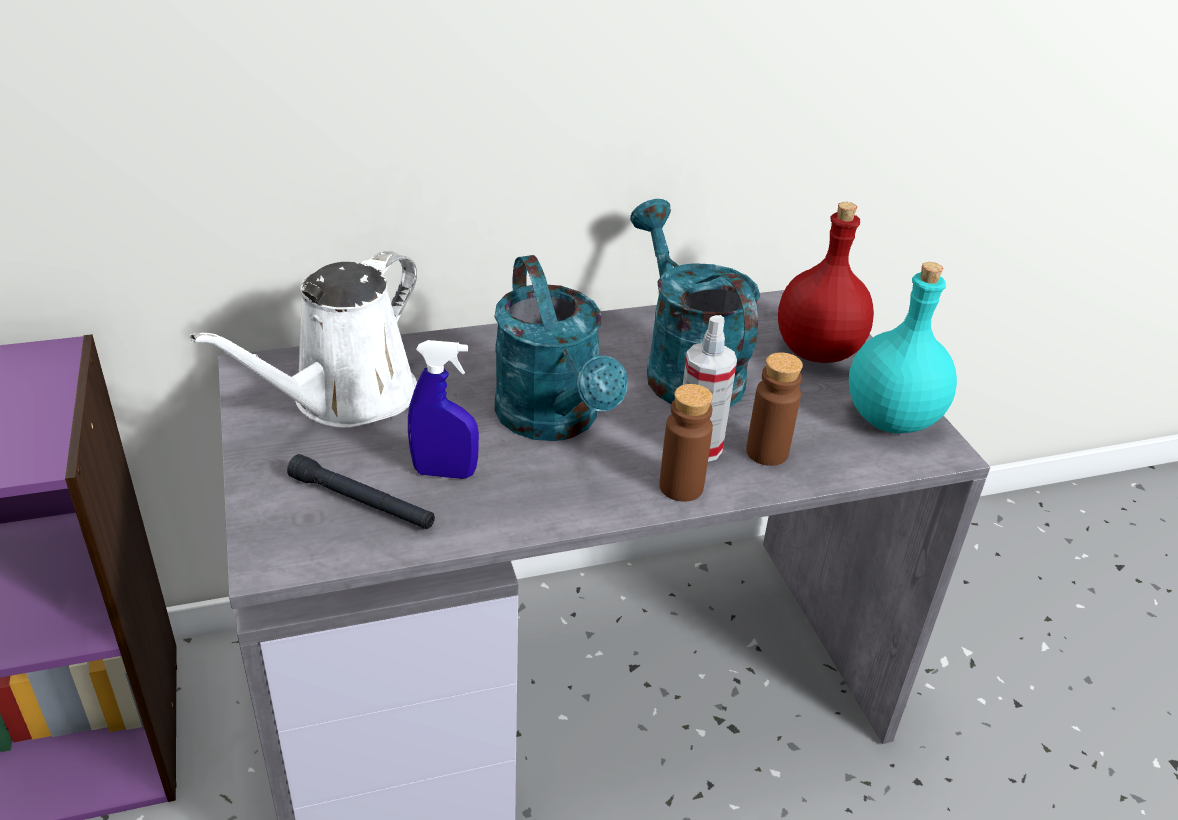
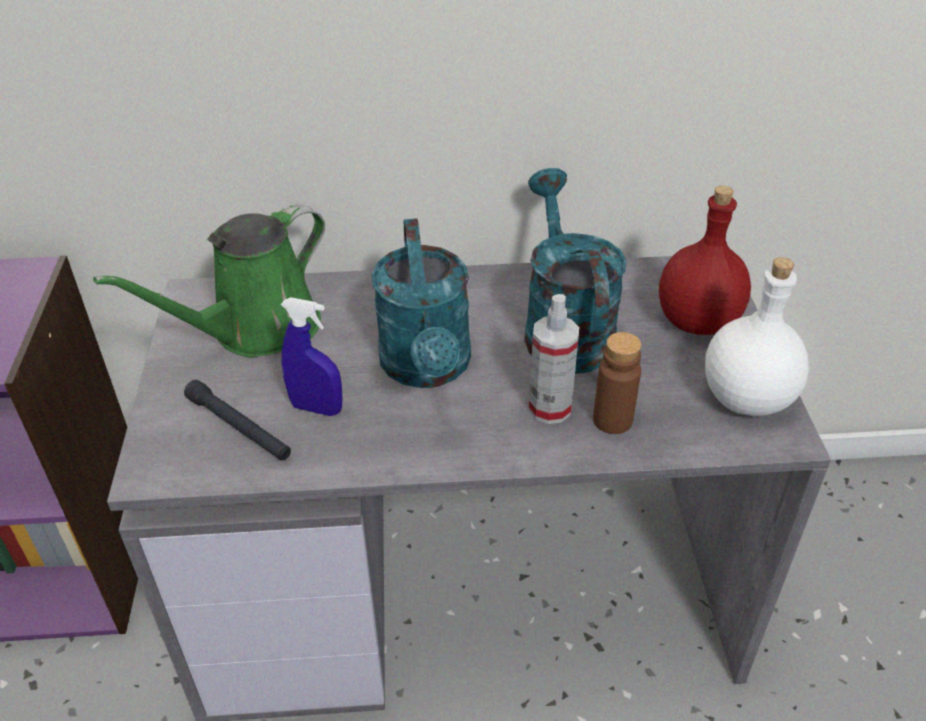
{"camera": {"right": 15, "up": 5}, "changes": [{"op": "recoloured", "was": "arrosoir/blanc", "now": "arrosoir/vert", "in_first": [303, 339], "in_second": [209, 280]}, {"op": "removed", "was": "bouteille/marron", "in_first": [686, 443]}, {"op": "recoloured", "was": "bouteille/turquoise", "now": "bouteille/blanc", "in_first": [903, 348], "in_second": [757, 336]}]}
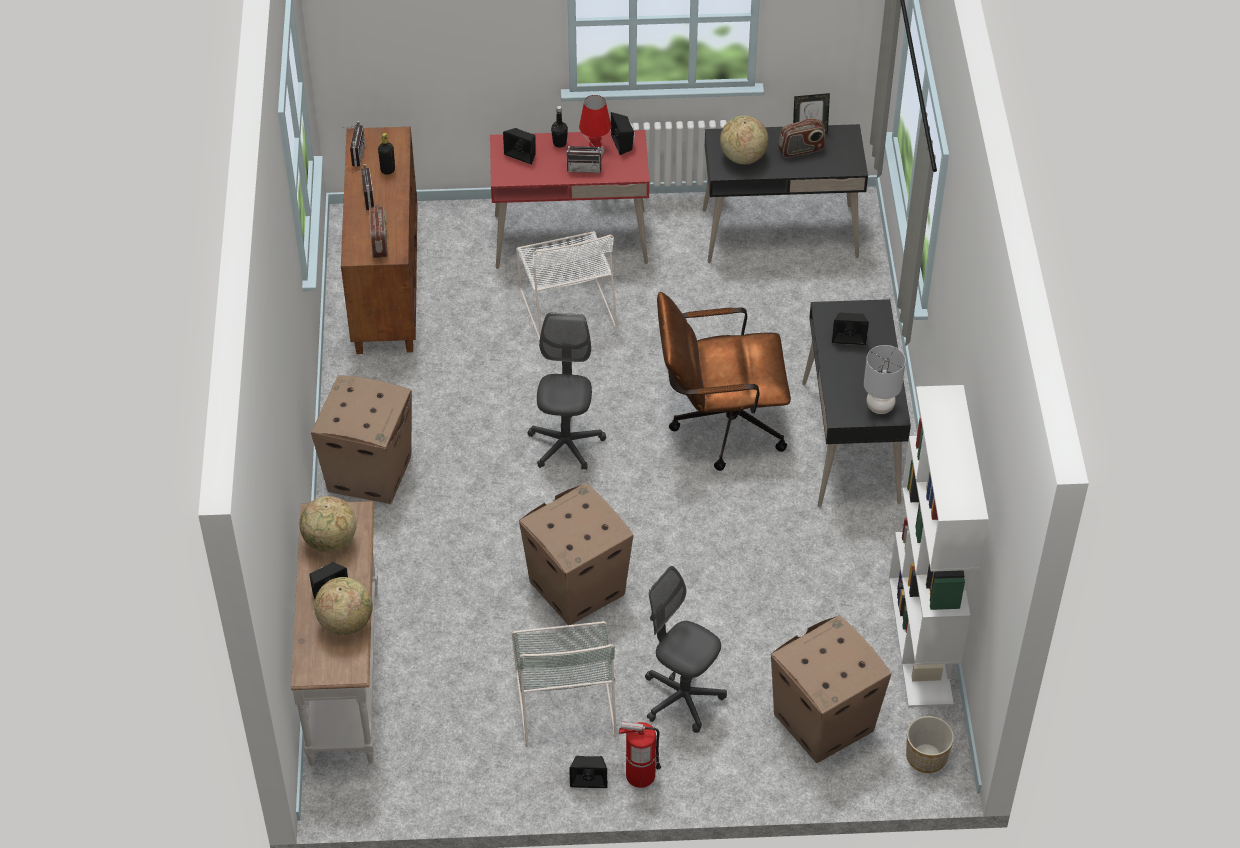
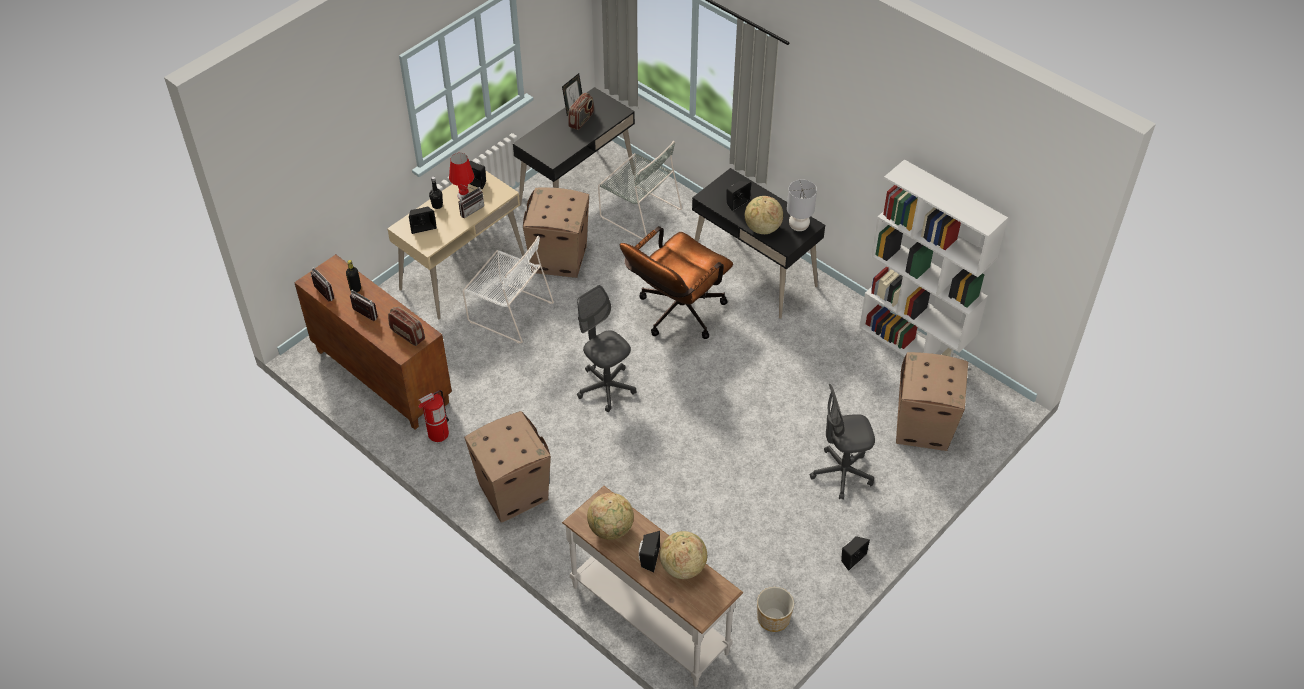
{"camera": {"right": -45, "up": 0}, "changes": [{"op": "recoloured", "was": "bureau/rouge", "now": "bureau/beige", "in_first": [569, 199], "in_second": [455, 244]}, {"op": "moved", "was": "chaise/gris", "in_first": [564, 684], "in_second": [640, 190]}, {"op": "moved", "was": "carton", "in_first": [576, 554], "in_second": [556, 233]}, {"op": "moved", "was": "extincteur", "in_first": [640, 754], "in_second": [433, 416]}, {"op": "moved", "was": "globe", "in_first": [744, 140], "in_second": [764, 215]}, {"op": "moved", "was": "cache-pot", "in_first": [930, 744], "in_second": [775, 609]}]}
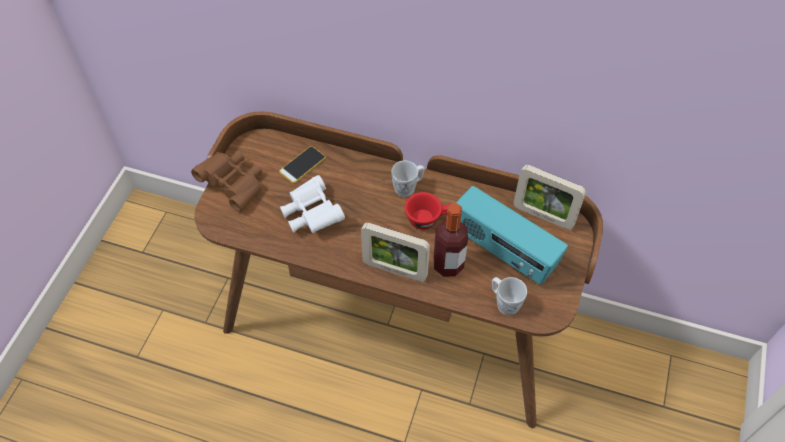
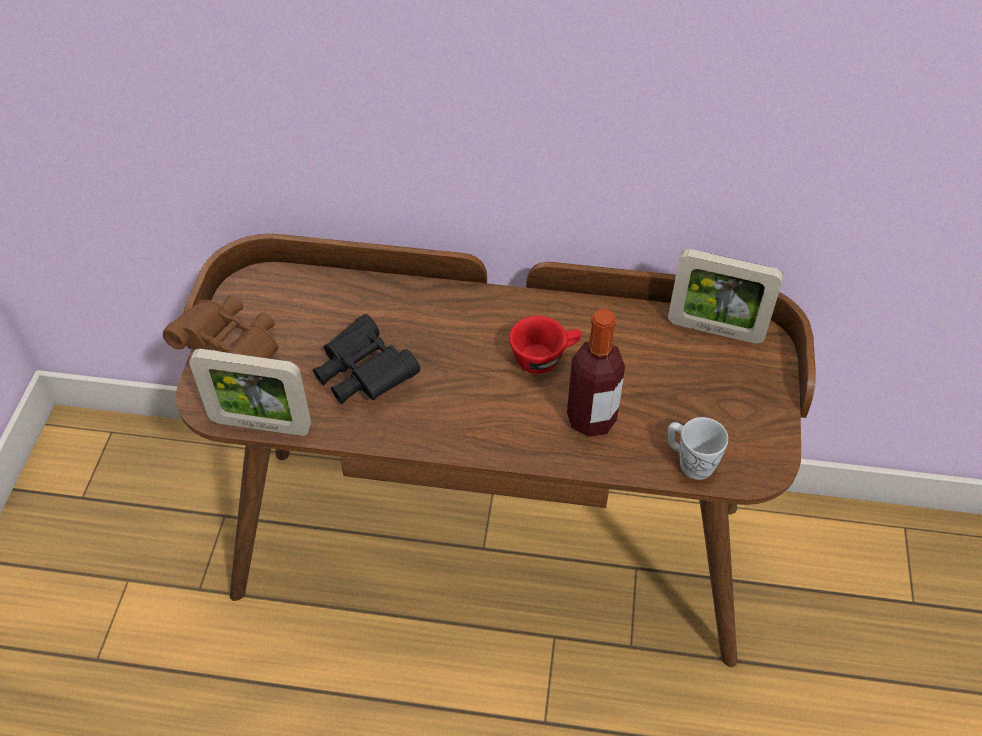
{"camera": {"right": -10, "up": -5}, "changes": [{"op": "removed", "was": "téléphone", "in_first": [302, 164]}, {"op": "recoloured", "was": "jumelles/blanc", "now": "jumelles/noir", "in_first": [312, 204], "in_second": [366, 359]}, {"op": "moved", "was": "cadre photo", "in_first": [395, 252], "in_second": [250, 392]}, {"op": "removed", "was": "mug/blanc", "in_first": [408, 178]}, {"op": "removed", "was": "radio", "in_first": [512, 235]}]}
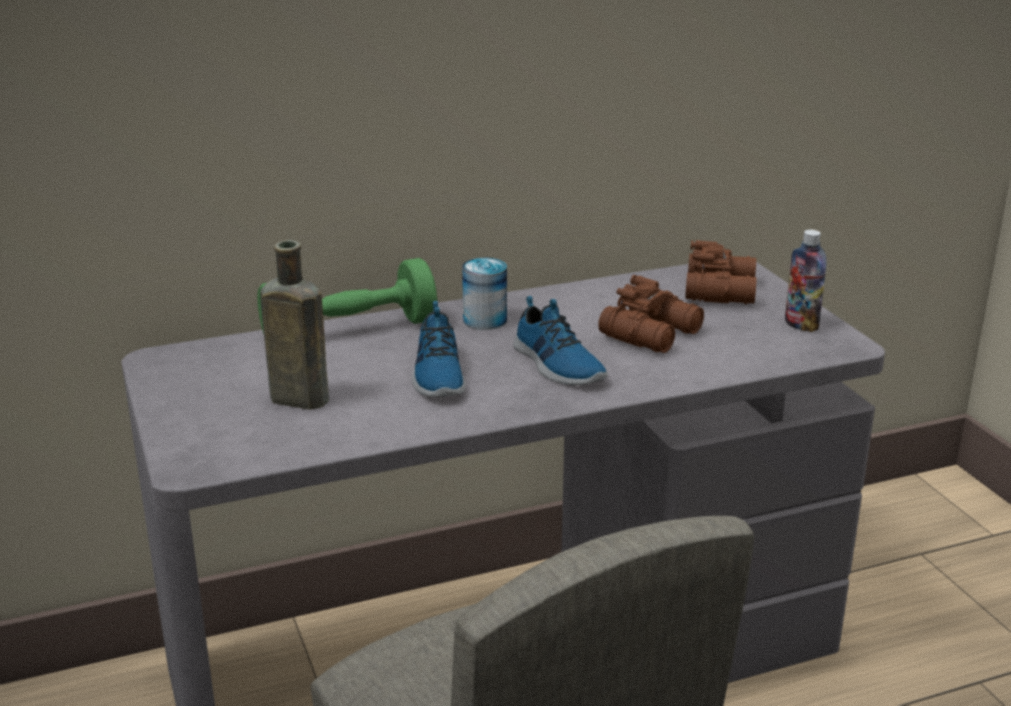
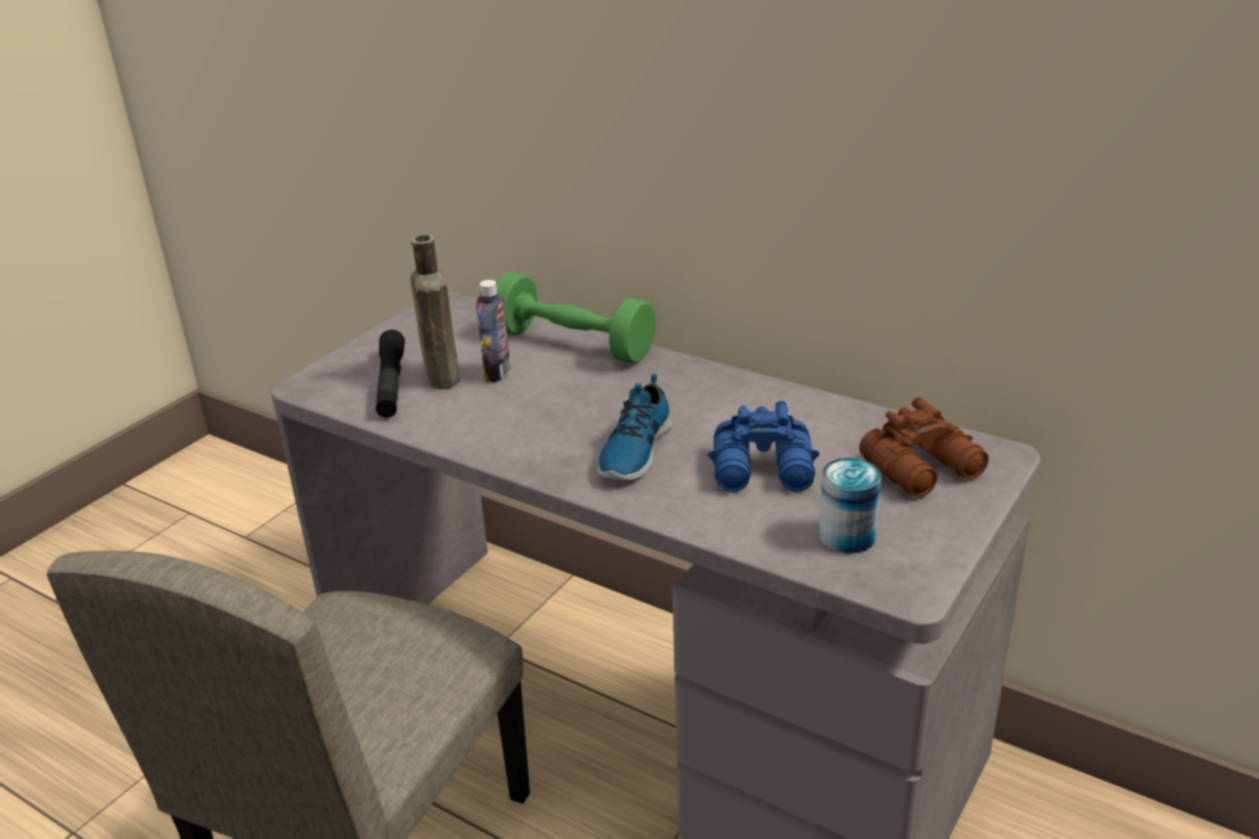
{"camera": {"right": 55, "up": 5}, "changes": [{"op": "removed", "was": "chaussure", "in_first": [439, 349]}, {"op": "moved", "was": "boîte métallique", "in_first": [484, 294], "in_second": [850, 506]}, {"op": "recoloured", "was": "jumelles/marron", "now": "jumelles/bleu", "in_first": [651, 314], "in_second": [763, 446]}, {"op": "moved", "was": "bouteille", "in_first": [805, 281], "in_second": [493, 331]}, {"op": "added", "now": "lampe de poche/noir", "in_second": [390, 374]}]}
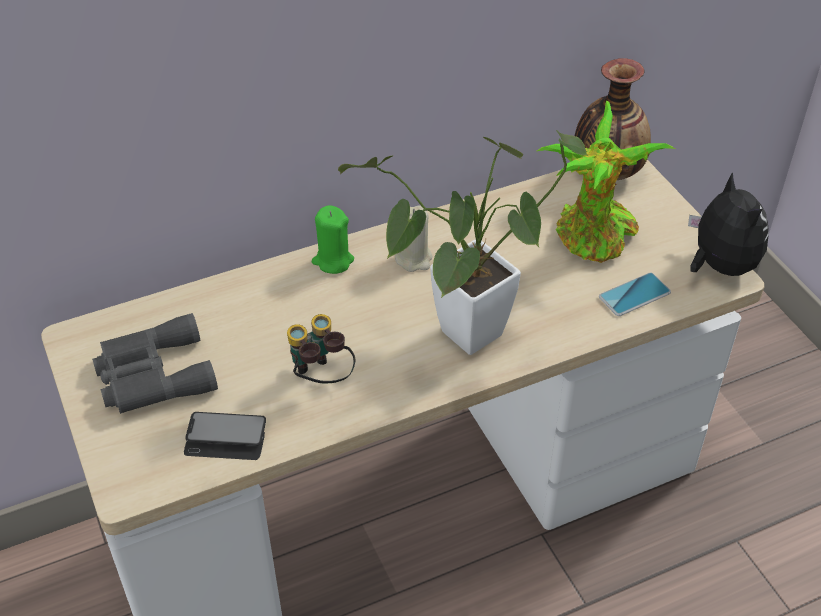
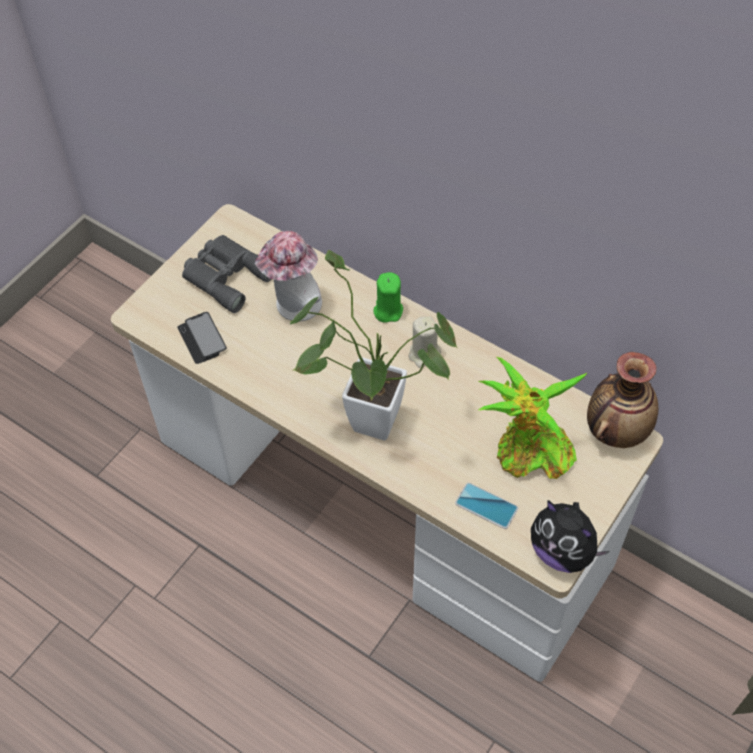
{"camera": {"right": 60, "up": 10}, "changes": [{"op": "removed", "was": "jumelles", "in_first": [321, 348]}, {"op": "turned", "was": "peluche", "in_first": [728, 224], "in_second": [570, 536], "clockwise": 90}, {"op": "added", "now": "chapeau", "in_second": [288, 276]}]}
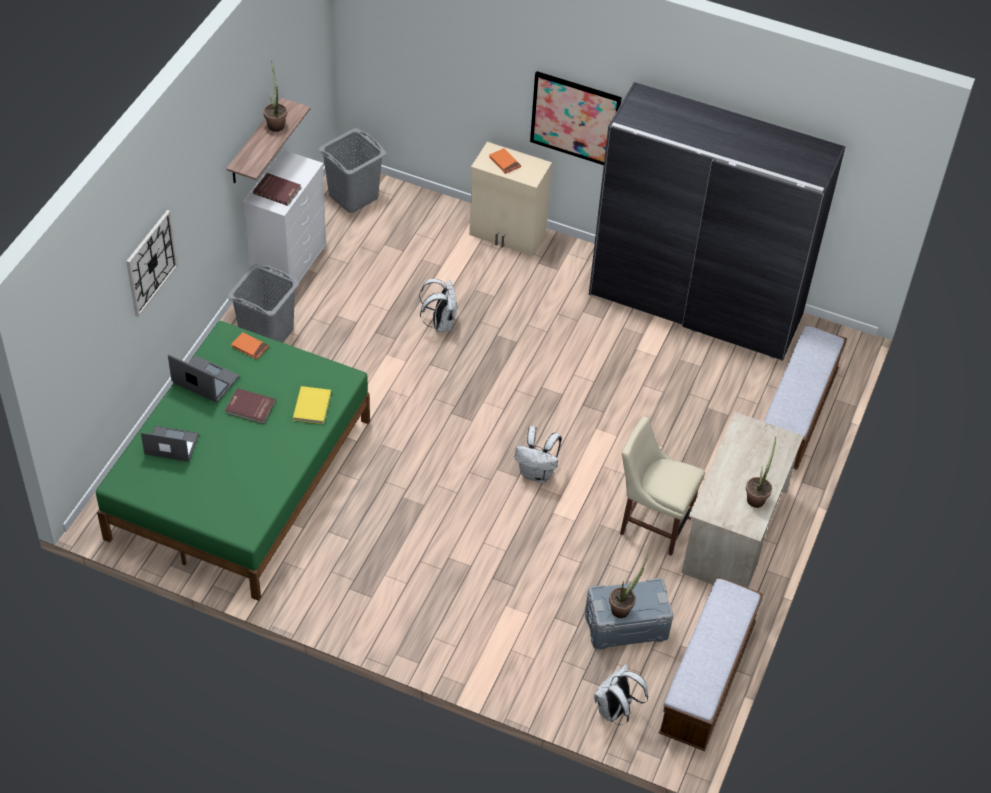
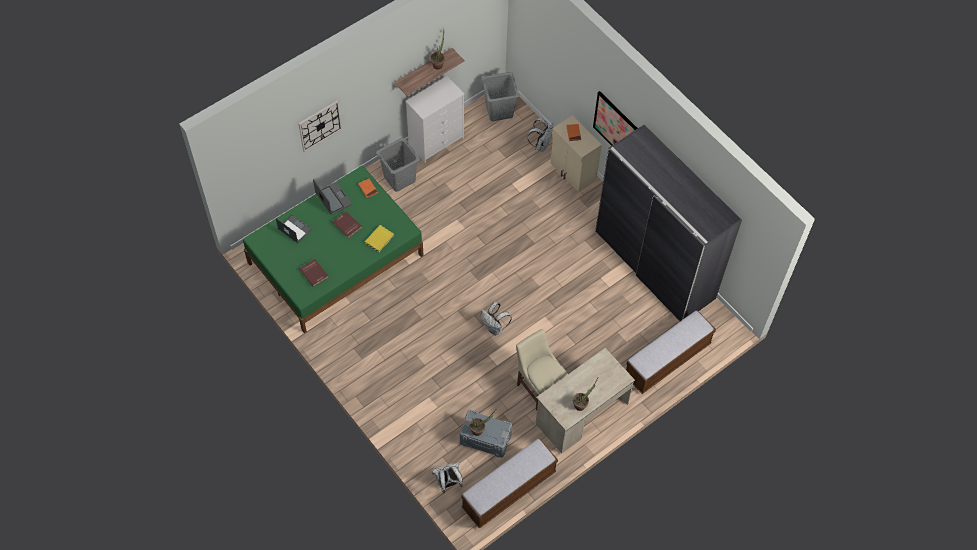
{"camera": {"right": 30, "up": 10}, "changes": [{"op": "moved", "was": "livre/rouge", "in_first": [277, 189], "in_second": [314, 273]}, {"op": "moved", "was": "sac à dos/blanc", "in_first": [438, 305], "in_second": [540, 135]}]}
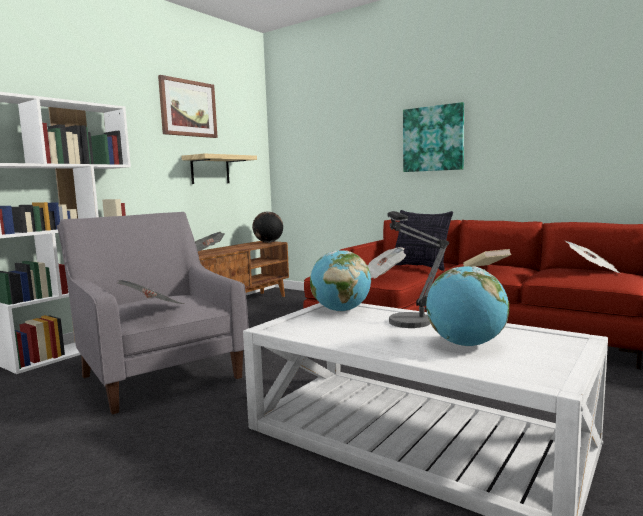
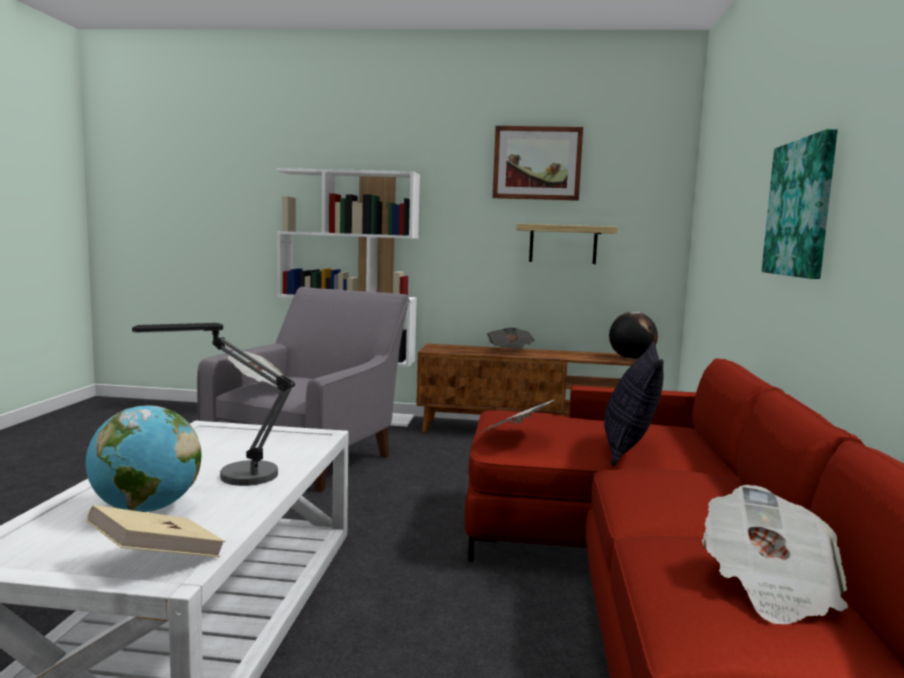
{"camera": {"right": 60, "up": 0}, "changes": [{"op": "removed", "was": "globe", "in_first": [340, 281]}, {"op": "moved", "was": "livre/beige", "in_first": [487, 258], "in_second": [156, 531]}]}
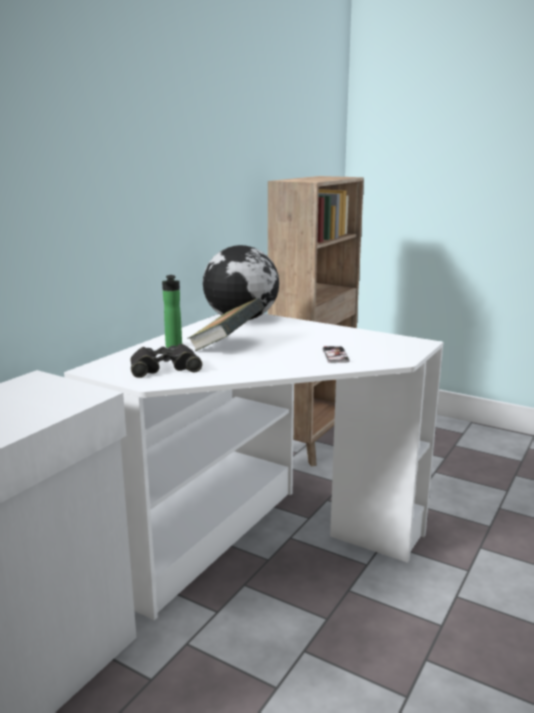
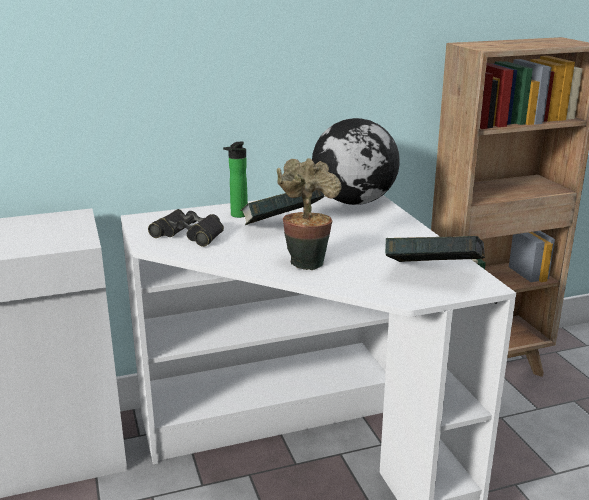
{"camera": {"right": 40, "up": 5}, "changes": [{"op": "removed", "was": "téléphone", "in_first": [336, 354]}, {"op": "added", "now": "plante en pot", "in_second": [309, 214]}, {"op": "added", "now": "livre", "in_second": [435, 249]}]}
